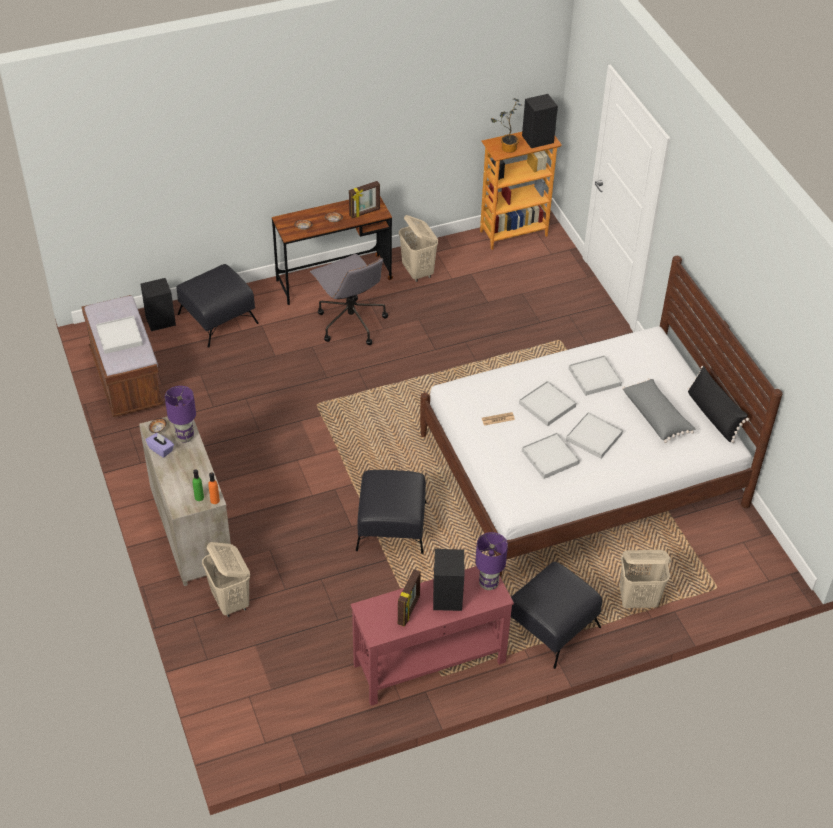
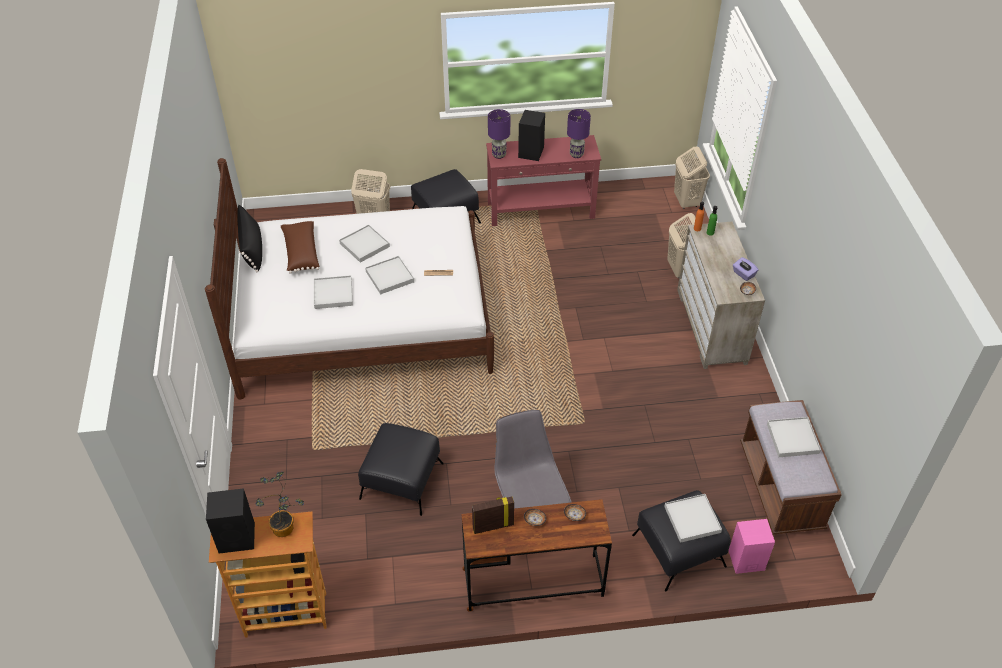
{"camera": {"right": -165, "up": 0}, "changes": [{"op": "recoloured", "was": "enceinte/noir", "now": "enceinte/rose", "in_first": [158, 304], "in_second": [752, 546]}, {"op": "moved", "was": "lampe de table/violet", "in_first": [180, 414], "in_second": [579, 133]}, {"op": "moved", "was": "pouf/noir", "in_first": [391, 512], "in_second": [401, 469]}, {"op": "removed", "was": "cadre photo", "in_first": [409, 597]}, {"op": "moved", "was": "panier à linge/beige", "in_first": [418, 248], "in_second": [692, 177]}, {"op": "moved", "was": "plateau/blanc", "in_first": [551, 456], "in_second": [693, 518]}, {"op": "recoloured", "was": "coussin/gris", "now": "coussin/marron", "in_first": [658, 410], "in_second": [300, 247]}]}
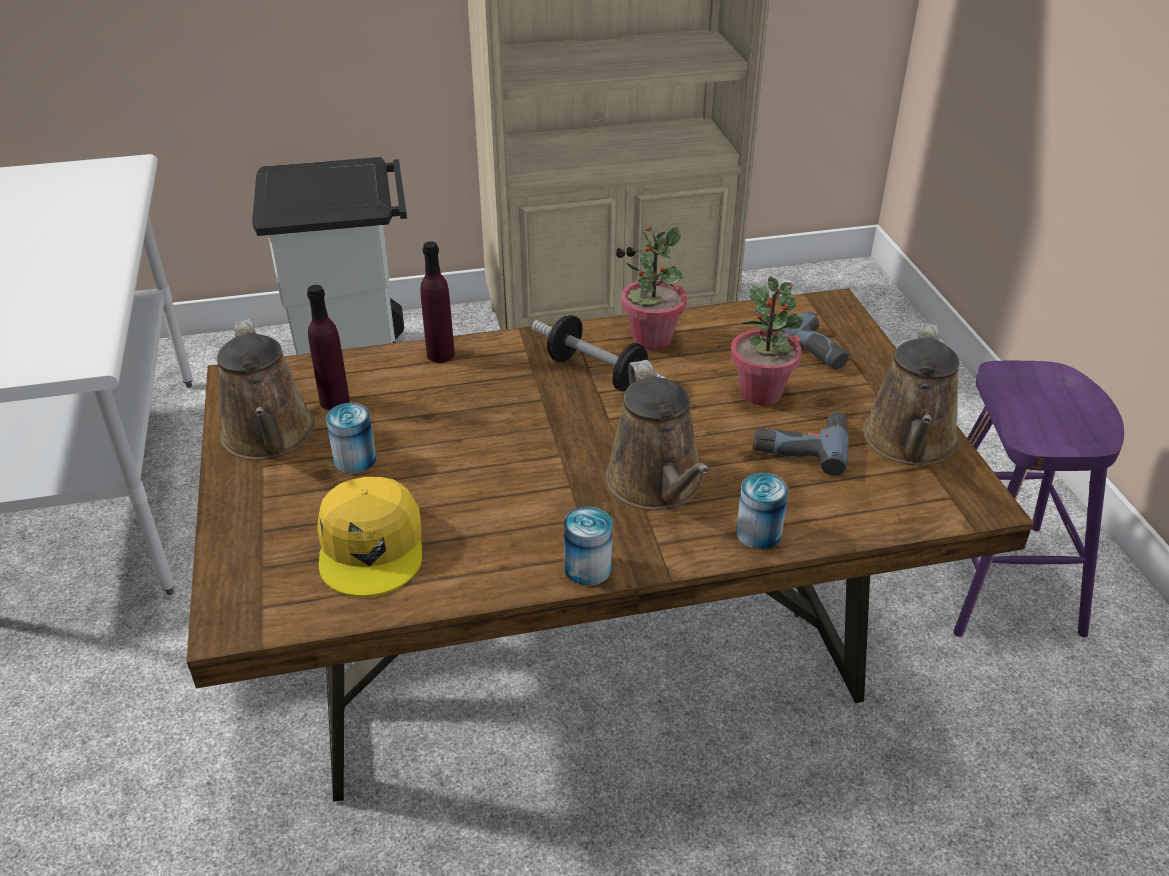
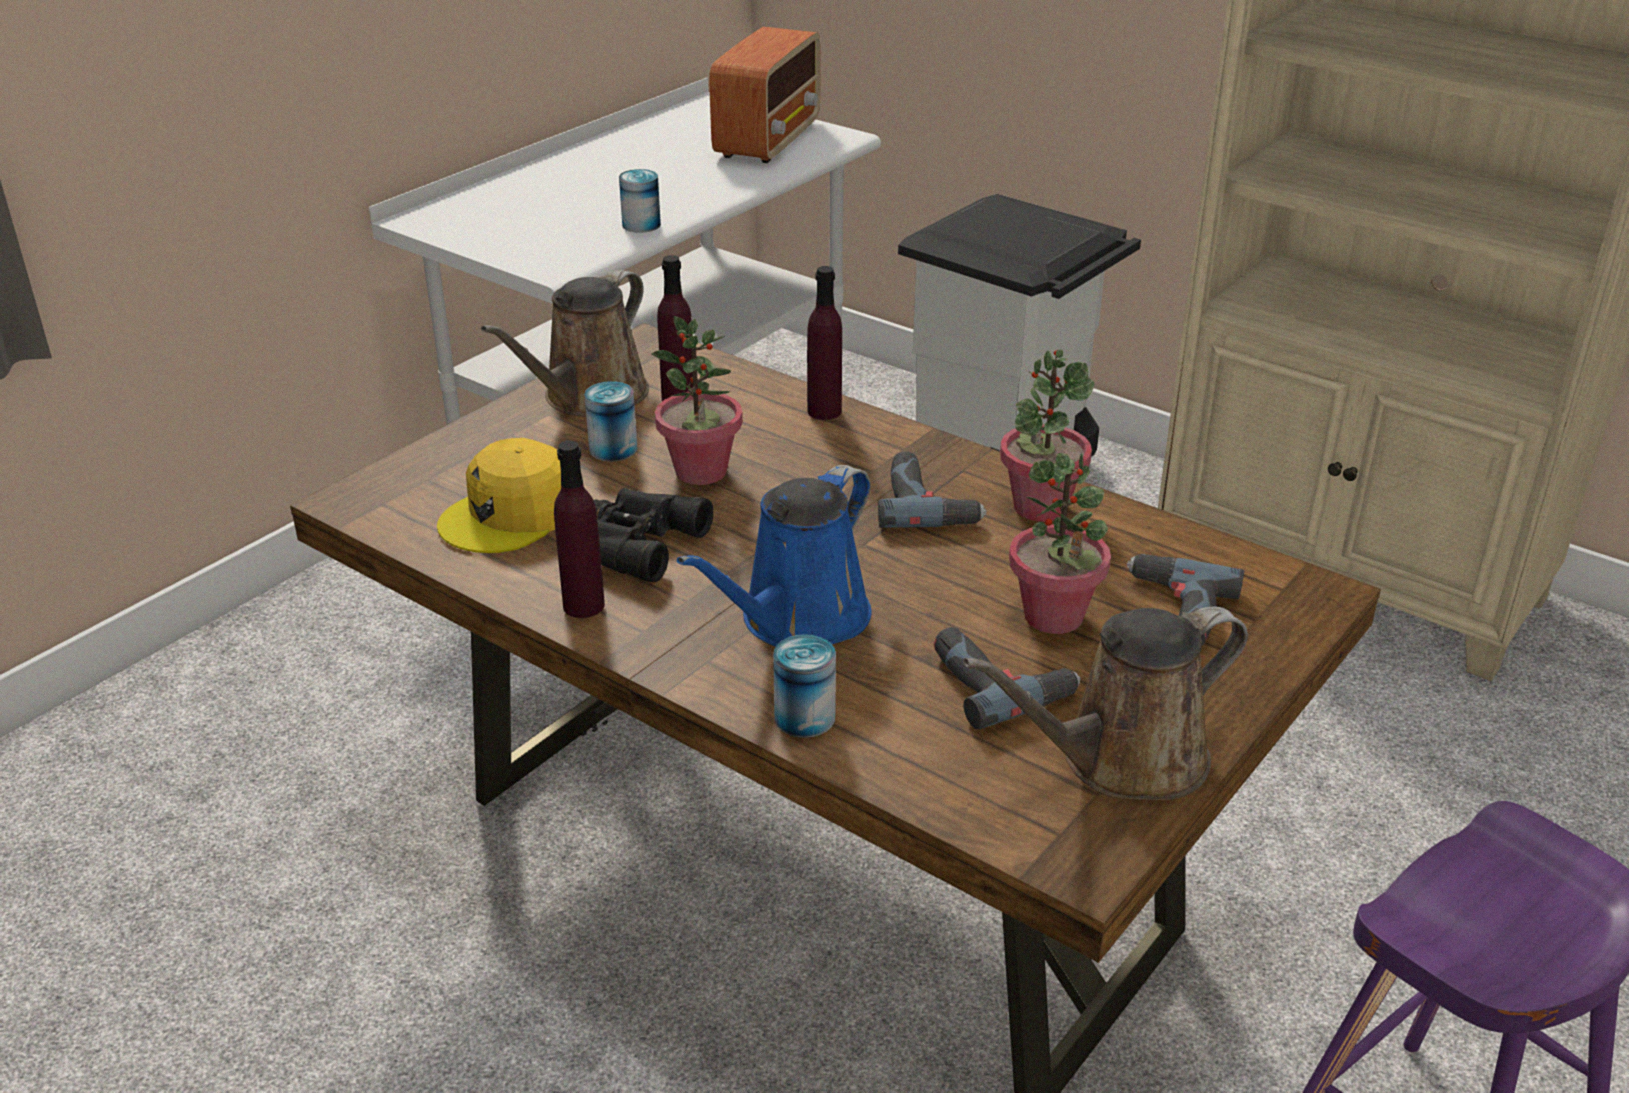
{"camera": {"right": 50, "up": -5}, "changes": [{"op": "replaced", "was": "haltère", "now": "perceuse", "in_first": [599, 353], "in_second": [932, 490]}, {"op": "moved", "was": "boîte métallique", "in_first": [588, 546], "in_second": [640, 201]}, {"op": "recoloured", "was": "arrosoir/marron", "now": "arrosoir/bleu", "in_first": [657, 435], "in_second": [774, 556]}, {"op": "added", "now": "bouteille/violet", "in_second": [579, 529]}, {"op": "added", "now": "jumelles/noir", "in_second": [653, 535]}, {"op": "added", "now": "plante en pot", "in_second": [697, 400]}, {"op": "added", "now": "radio", "in_second": [764, 95]}]}
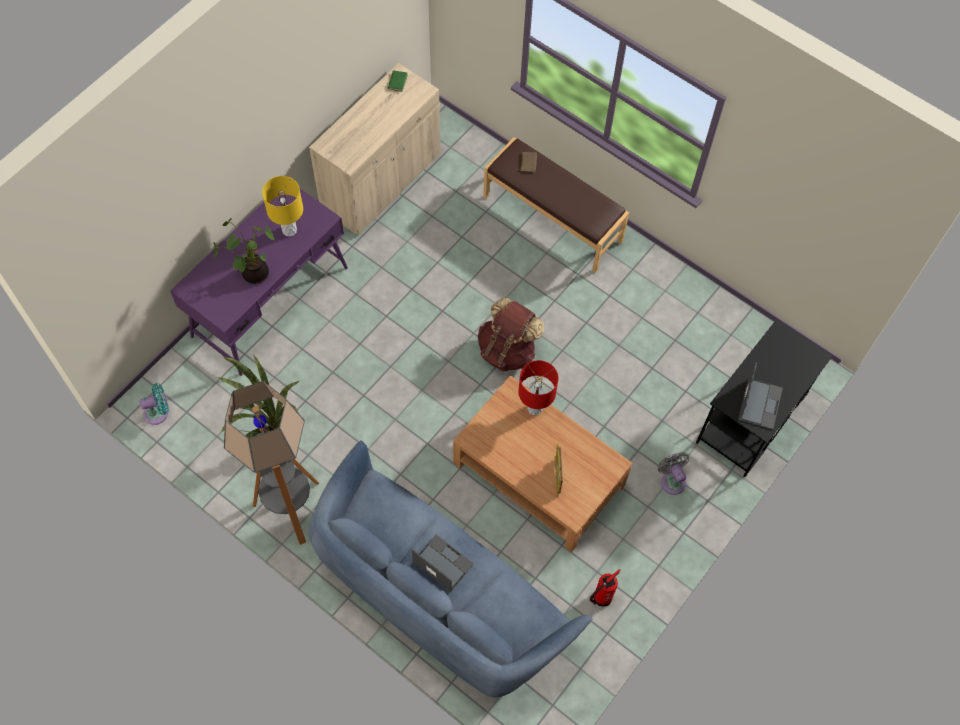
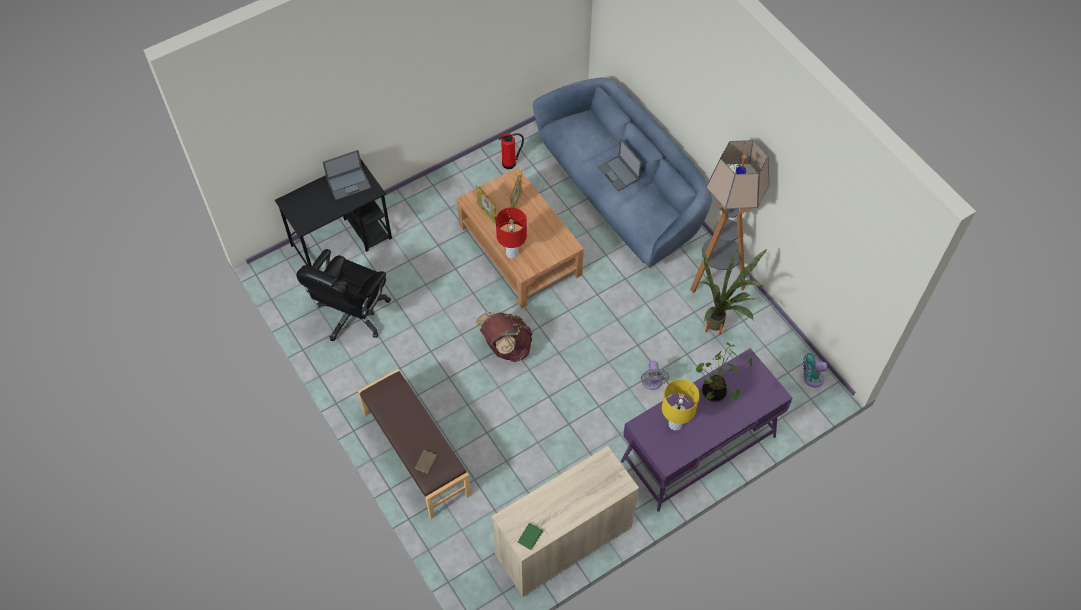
{"camera": {"right": -160, "up": -5}, "changes": [{"op": "moved", "was": "ventilateur/gris", "in_first": [673, 473], "in_second": [655, 375]}, {"op": "turned", "was": "ordinateur portable", "in_first": [760, 396], "in_second": [347, 175], "clockwise": -150}, {"op": "added", "now": "chaise de bureau/noir", "in_second": [343, 295]}, {"op": "added", "now": "cadre photo", "in_second": [486, 204]}]}
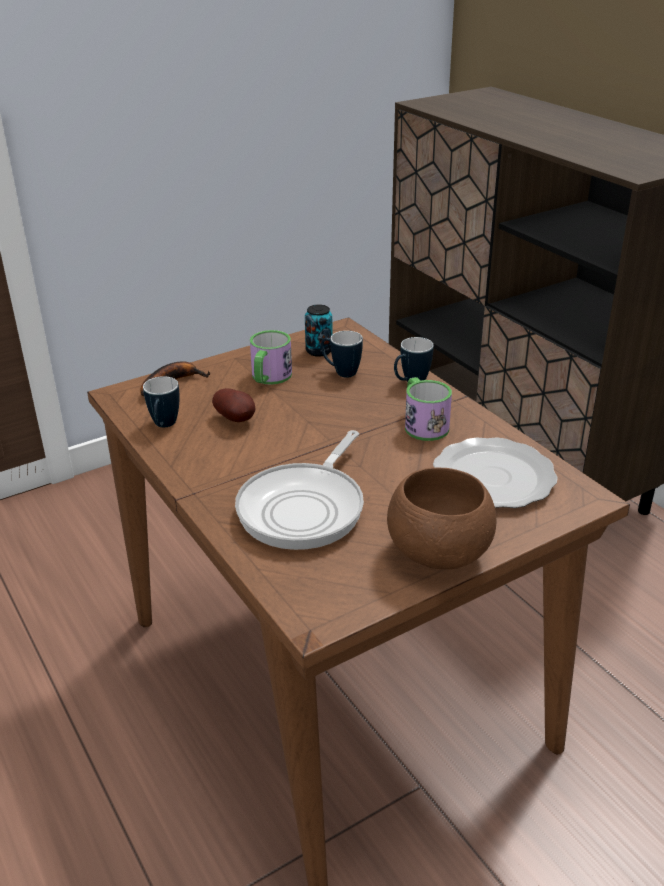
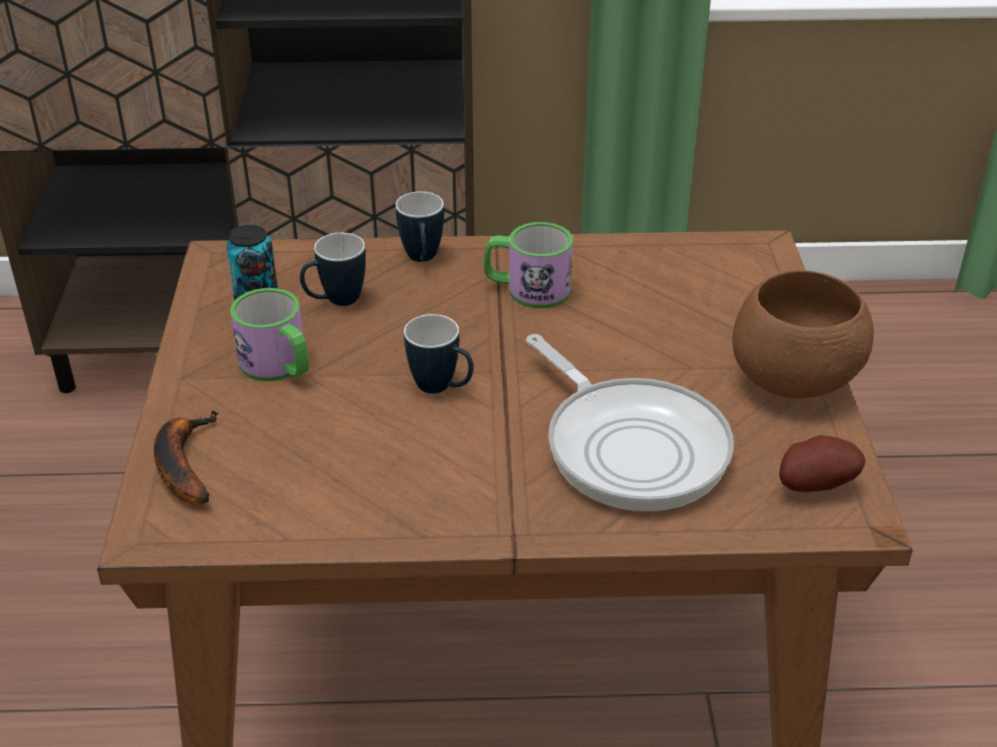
{"camera": {"right": -60, "up": 5}, "changes": [{"op": "moved", "was": "mug", "in_first": [161, 401], "in_second": [439, 354]}, {"op": "moved", "was": "pomme de terre", "in_first": [233, 405], "in_second": [822, 463]}, {"op": "removed", "was": "assiette", "in_first": [495, 472]}]}
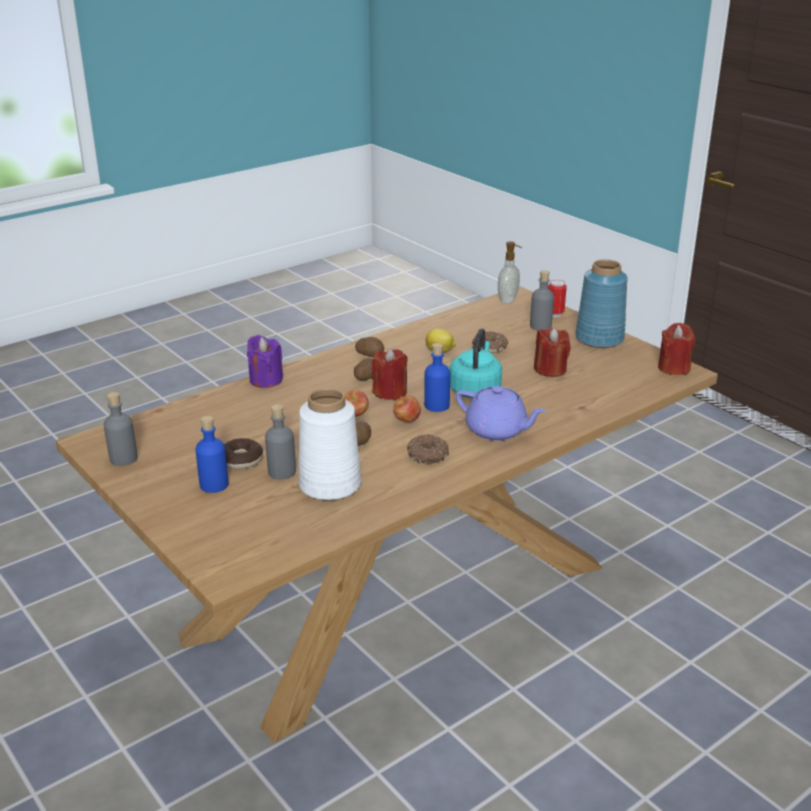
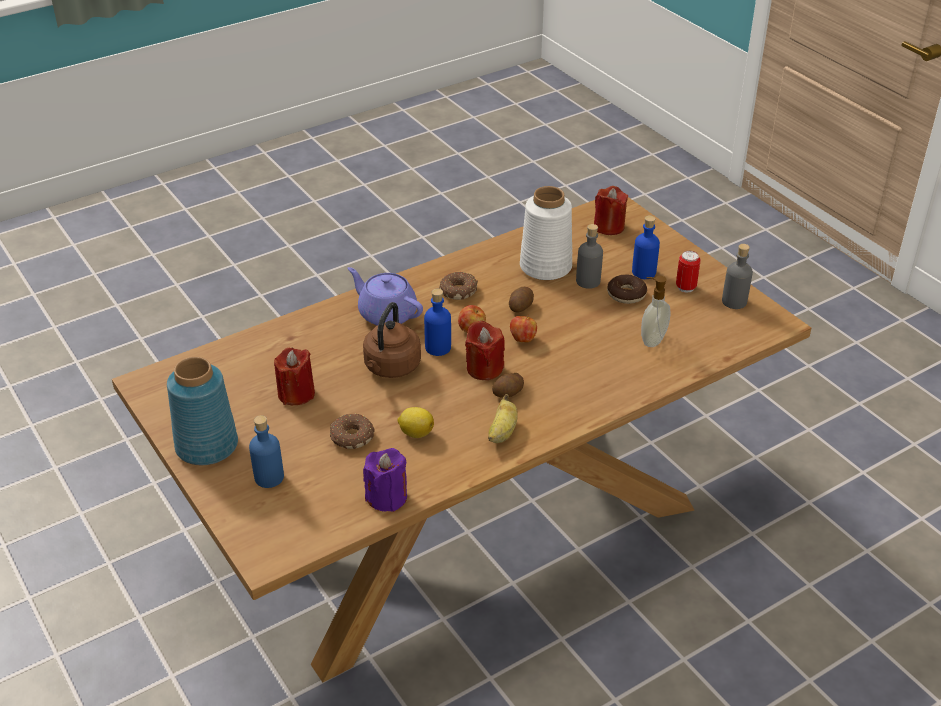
{"camera": {"right": -175, "up": 10}, "changes": [{"op": "moved", "was": "bougie/violet", "in_first": [265, 361], "in_second": [385, 480]}, {"op": "replaced", "was": "pomme de terre", "now": "banane", "in_first": [369, 347], "in_second": [503, 418]}, {"op": "recoloured", "was": "bouilloire/turquoise", "now": "bouilloire/marron", "in_first": [475, 363], "in_second": [392, 340]}, {"op": "moved", "was": "distributeur de savon", "in_first": [510, 272], "in_second": [656, 311]}, {"op": "recoloured", "was": "bouteille/gris", "now": "bouteille/bleu", "in_first": [542, 300], "in_second": [266, 451]}, {"op": "moved", "was": "boîte métallique", "in_first": [557, 298], "in_second": [688, 272]}, {"op": "moved", "was": "bougie/rouge", "in_first": [676, 349], "in_second": [611, 210]}]}
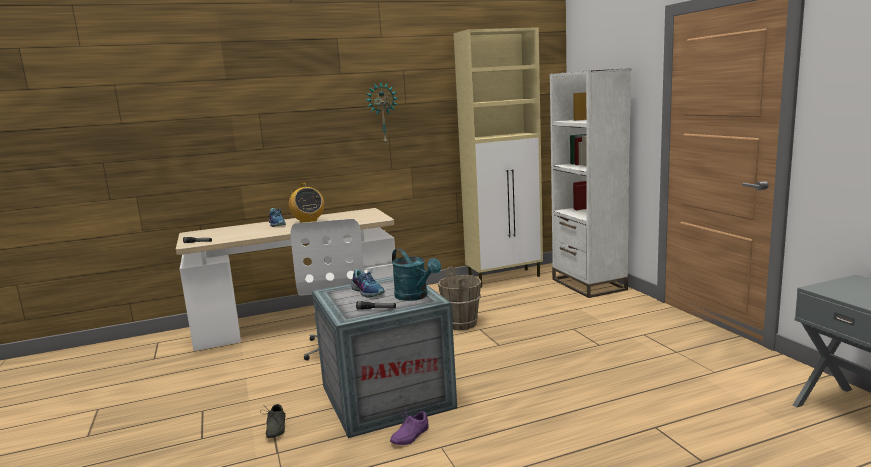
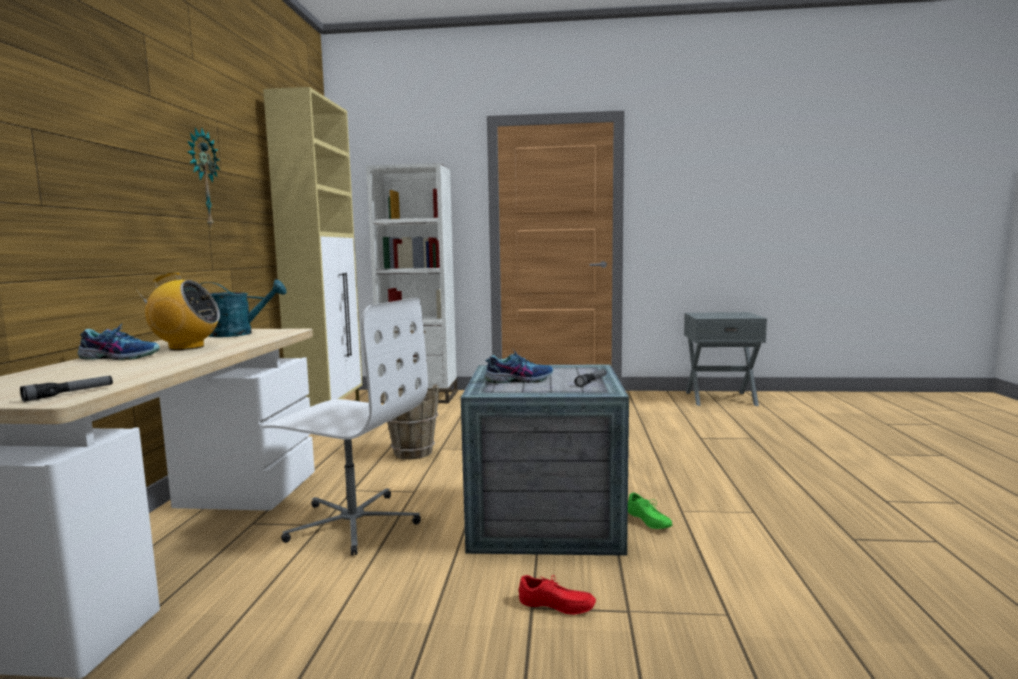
{"camera": {"right": -65, "up": -5}, "changes": [{"op": "recoloured", "was": "chaussure/gris", "now": "chaussure/rouge", "in_first": [273, 421], "in_second": [557, 595]}, {"op": "recoloured", "was": "chaussure/violet", "now": "chaussure/vert", "in_first": [409, 426], "in_second": [650, 510]}, {"op": "moved", "was": "arrosoir/turquoise", "in_first": [416, 274], "in_second": [243, 308]}]}
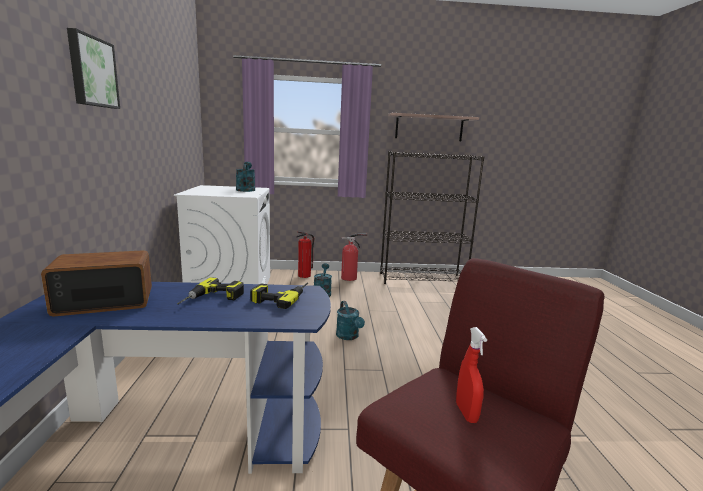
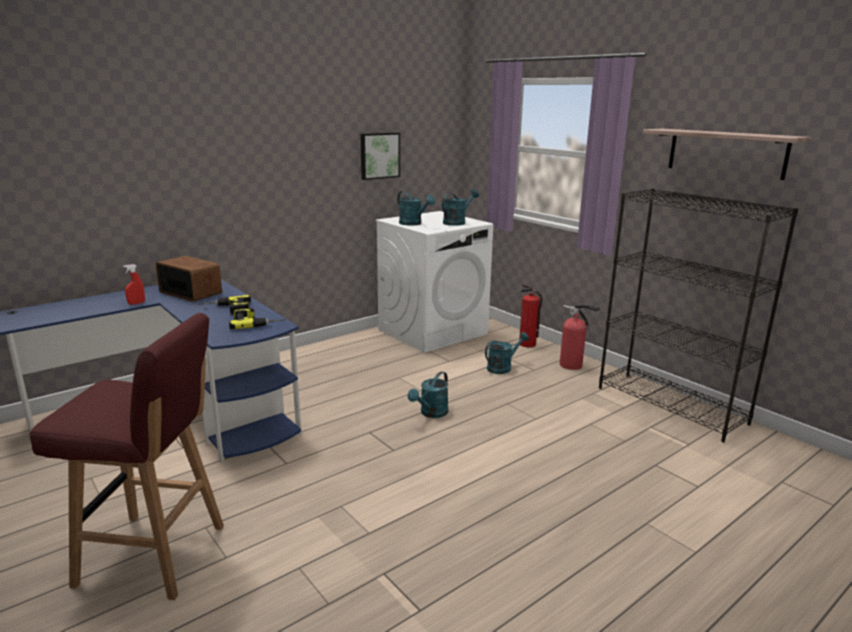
{"camera": {"right": 55, "up": 5}, "changes": [{"op": "moved", "was": "tableau", "in_first": [93, 68], "in_second": [380, 156]}, {"op": "moved", "was": "vaporisateur/rouge", "in_first": [471, 375], "in_second": [134, 284]}, {"op": "added", "now": "arrosoir/turquoise", "in_second": [416, 208]}]}
